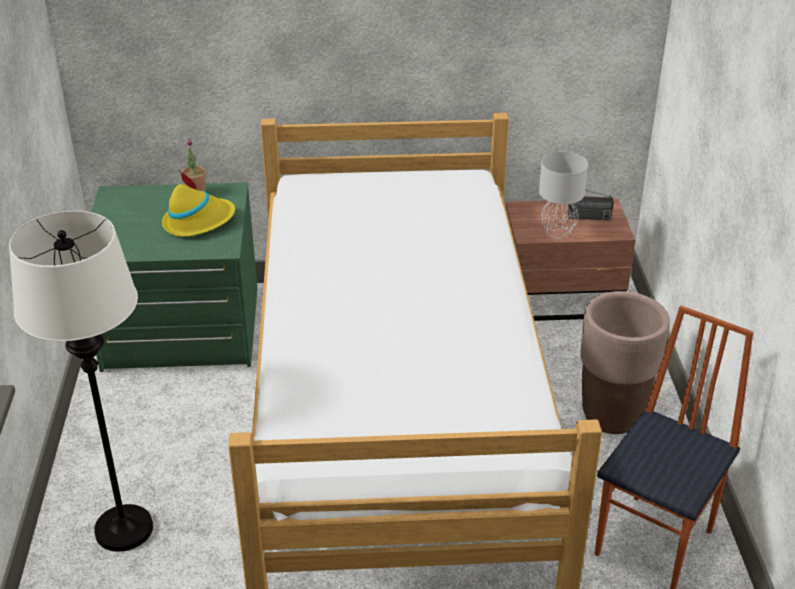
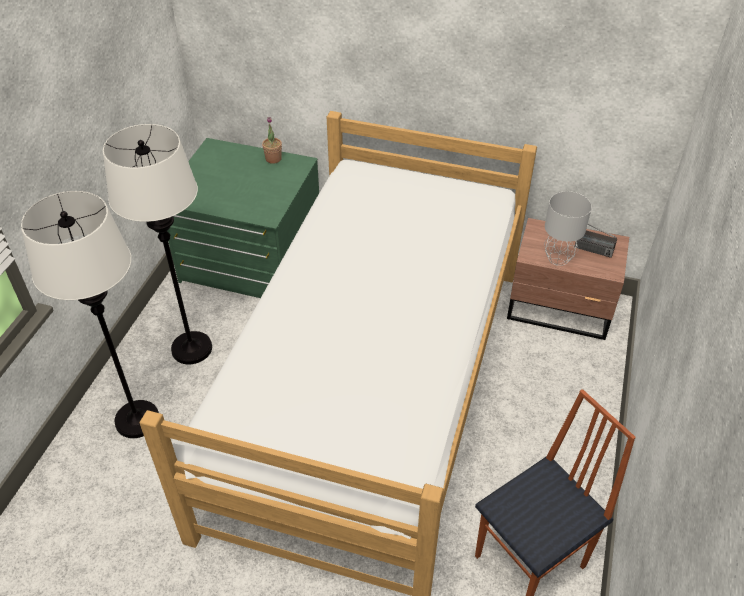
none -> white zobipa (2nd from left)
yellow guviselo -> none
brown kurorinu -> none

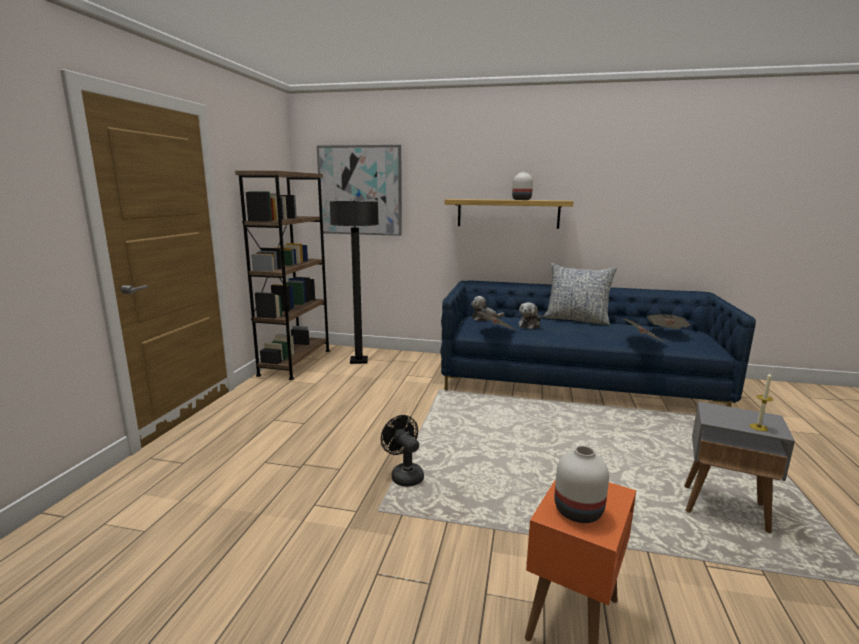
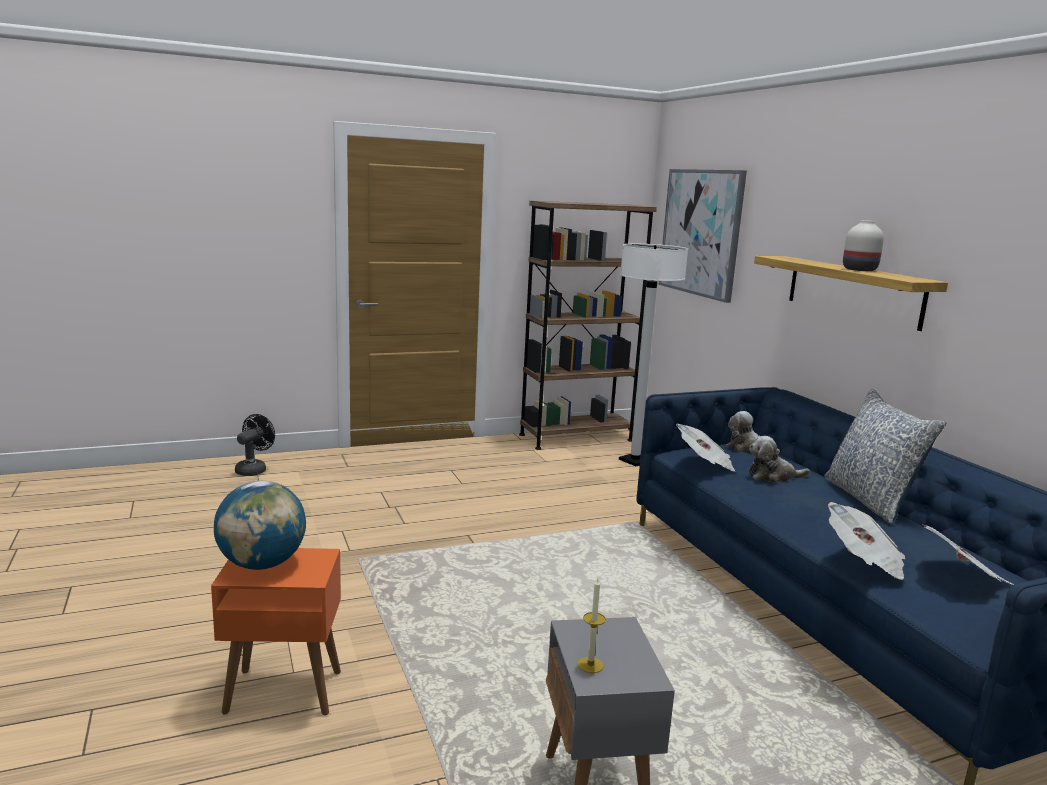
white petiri (2nd from left) -> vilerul
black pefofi, move
black zobipa -> white zobipa

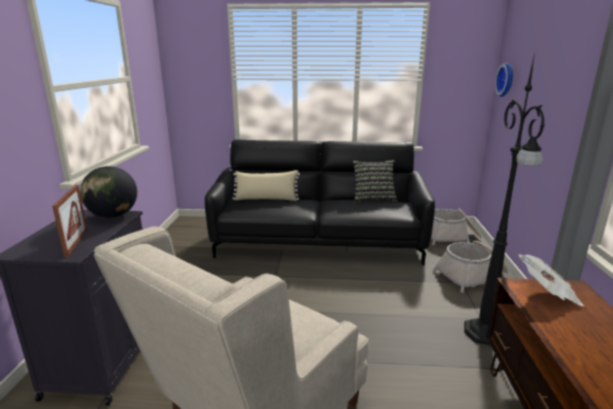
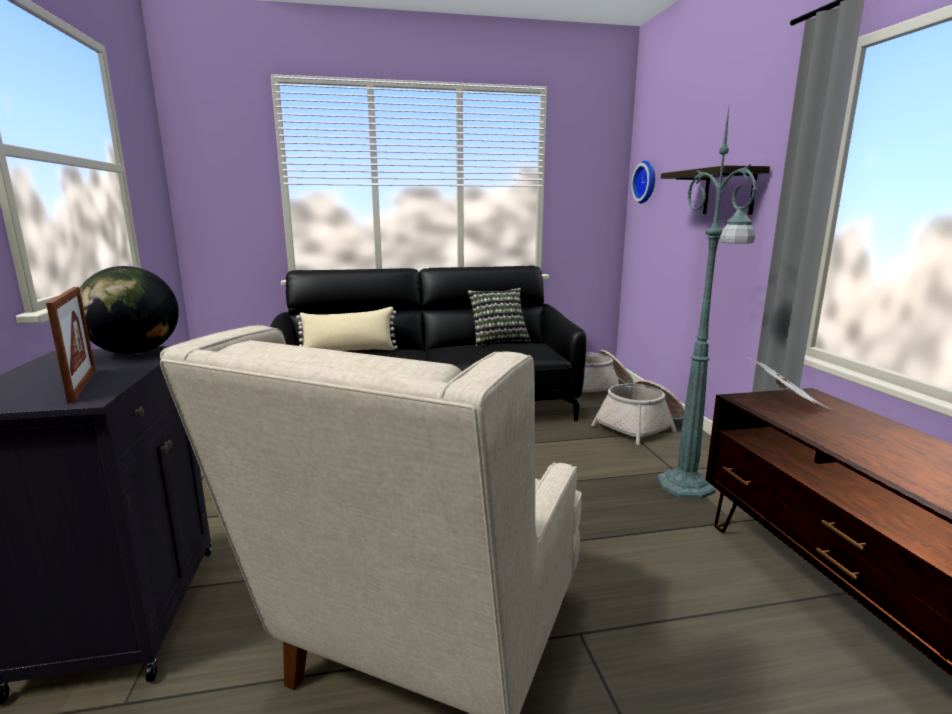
black zobipa -> green zobipa
none -> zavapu

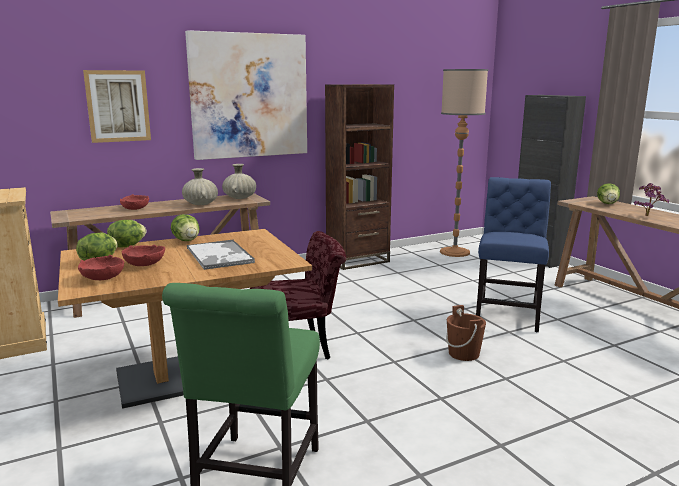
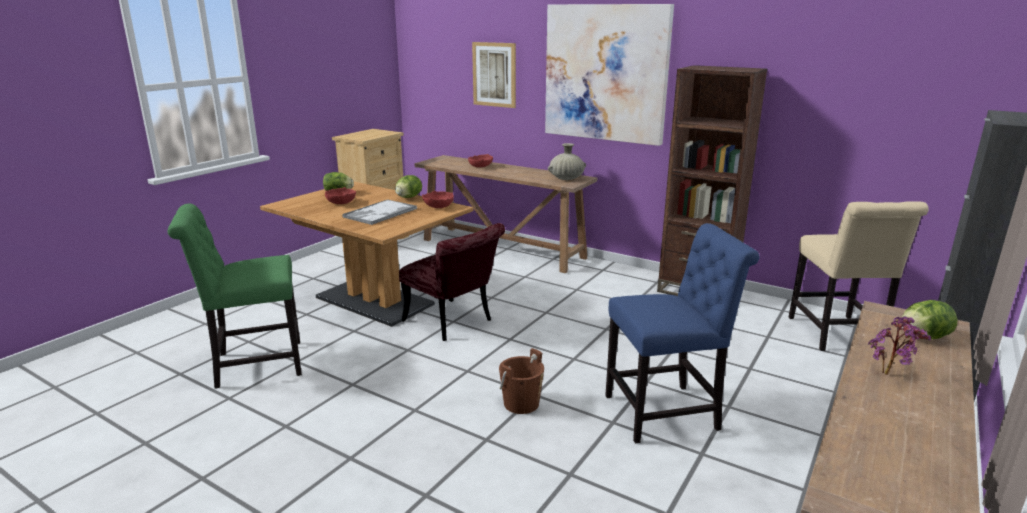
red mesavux (1st from left in the first image) -> red mesavux (2nd from left), move
zobipa -> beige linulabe
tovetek (2nd from left) -> none
beige petiri (1st from left) -> none

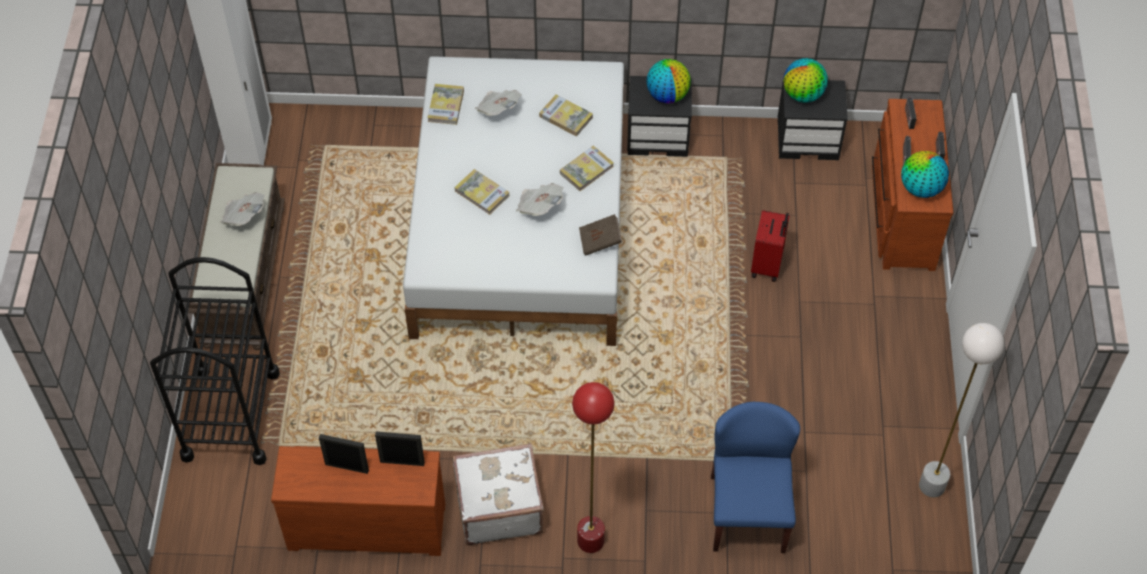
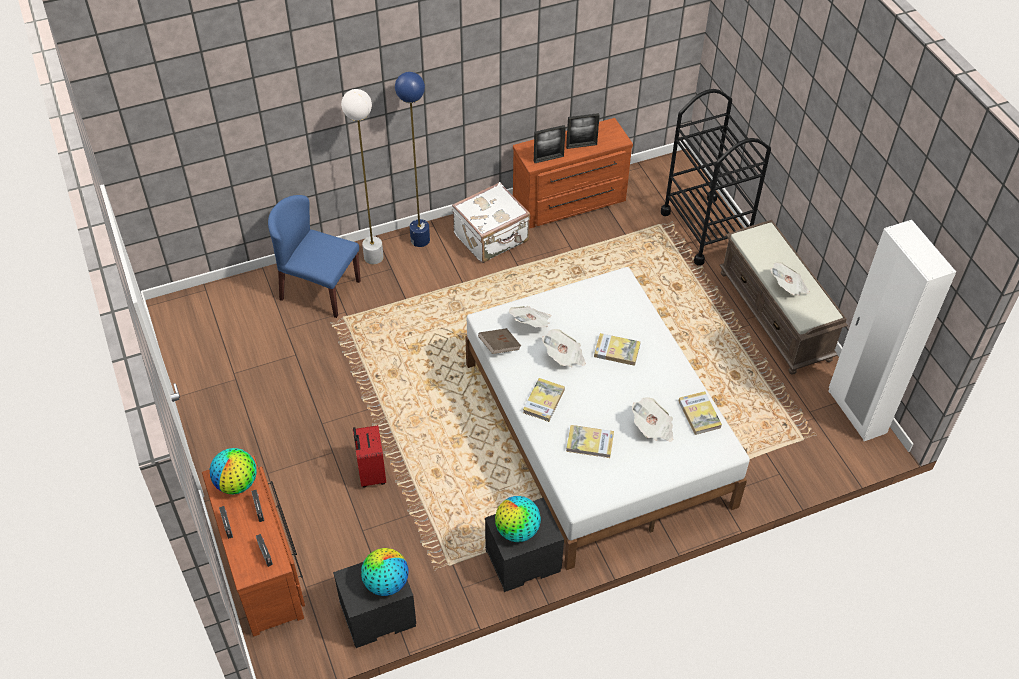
blue linulabe, 135 degrees clockwise
white zobipa, move
red zobipa -> blue zobipa
none -> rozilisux (1st from left)

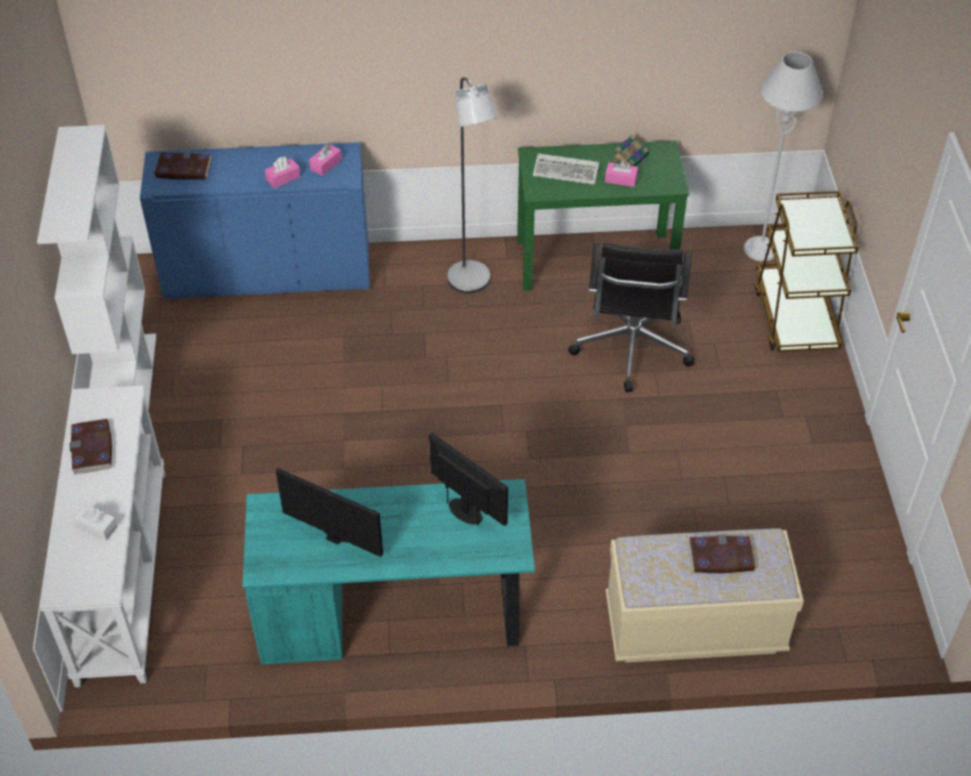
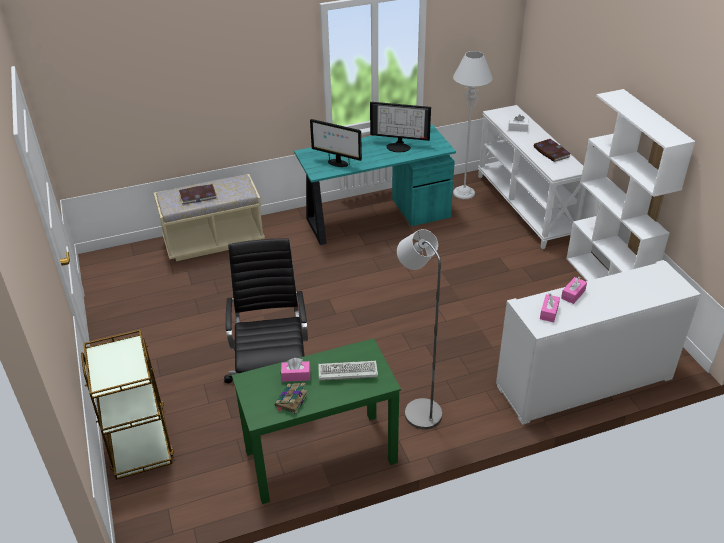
grey zobipa (2nd from left), move
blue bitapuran -> white bitapuran
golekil (2nd from left) -> none

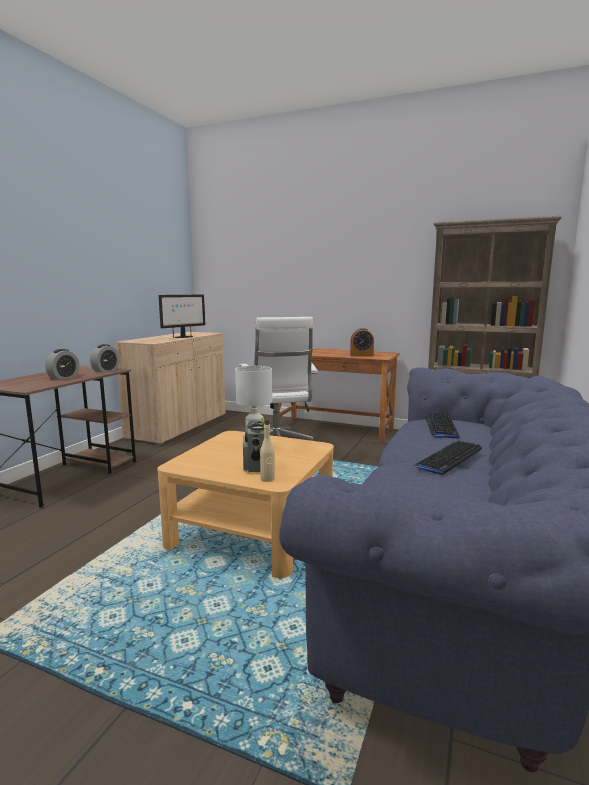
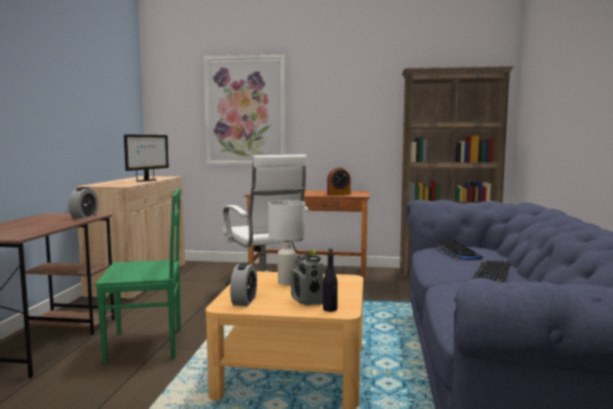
none -> green linulabe
none -> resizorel
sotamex (1st from left in the first image) -> sotamex (2nd from left), move
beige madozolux -> black madozolux

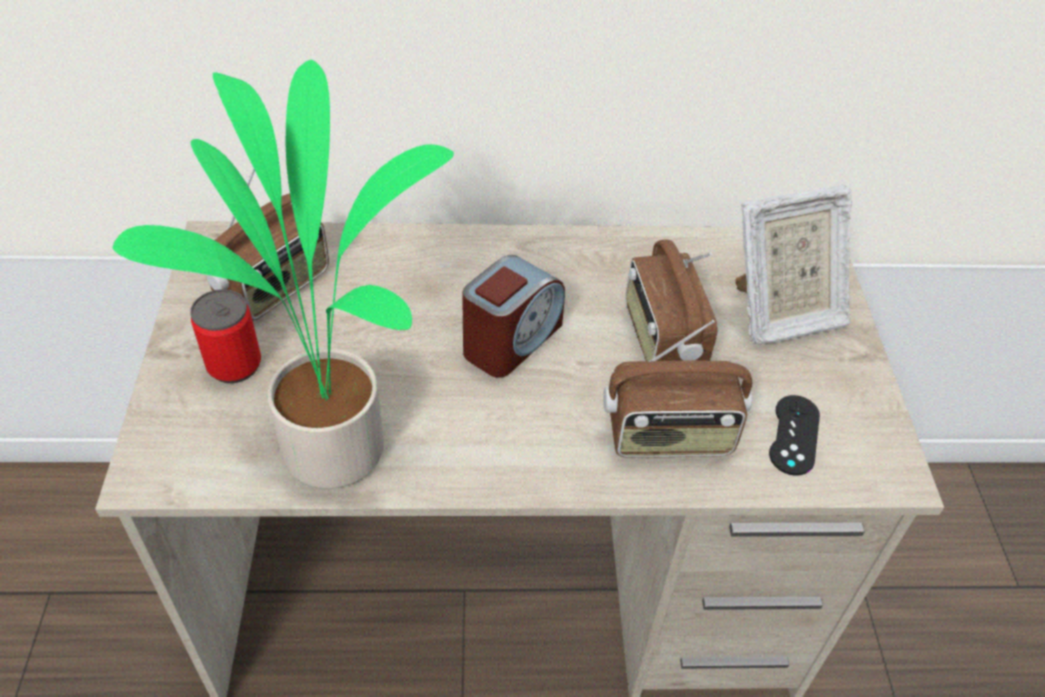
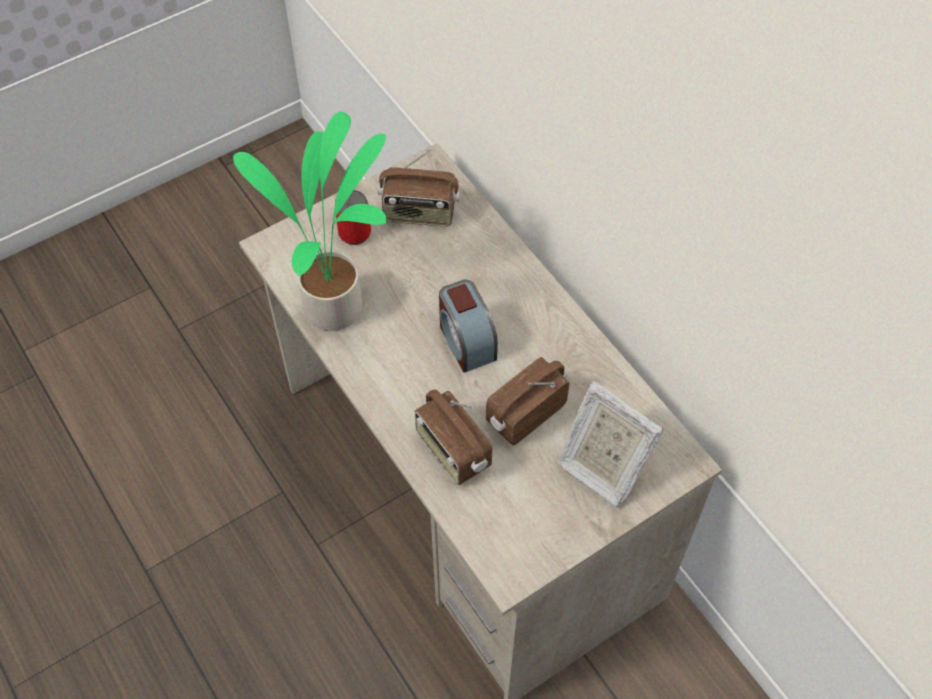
sotamex, 60 degrees clockwise
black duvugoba -> none

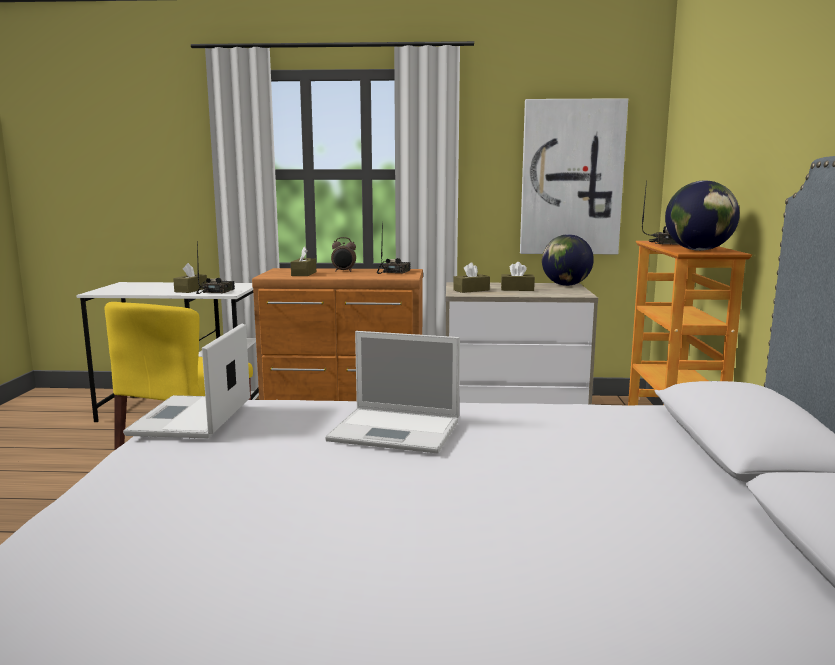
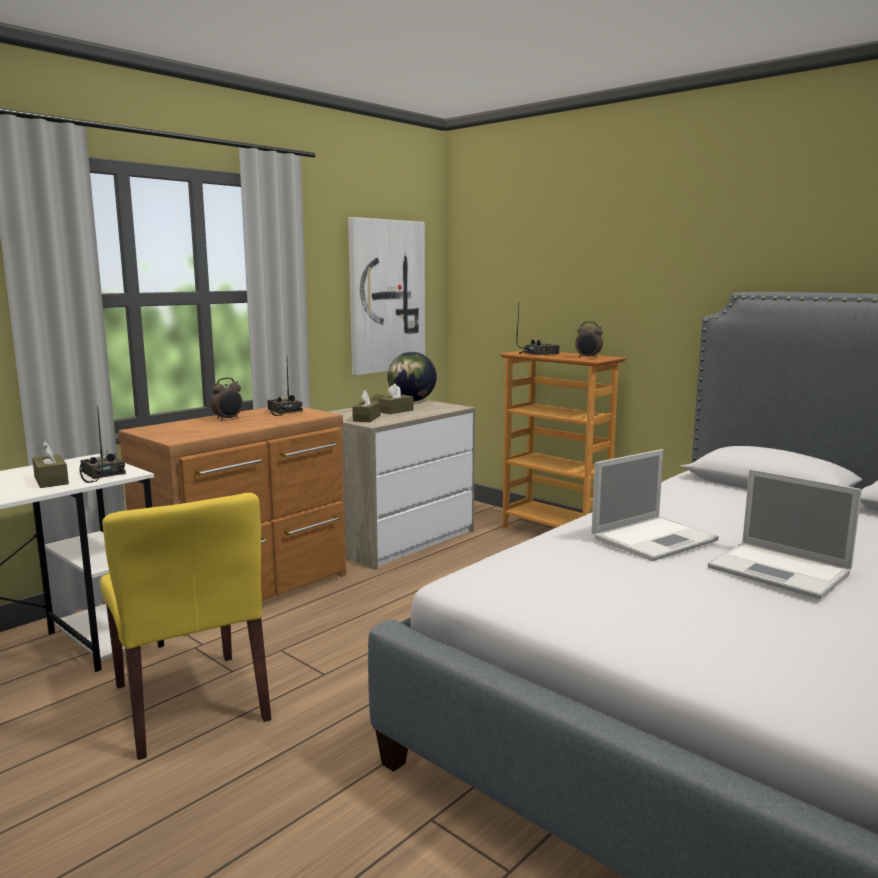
vilerul (2nd from left) -> sotamex (2nd from left)
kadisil (1st from left in the first image) -> kadisil (2nd from left), move
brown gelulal (2nd from left) -> none

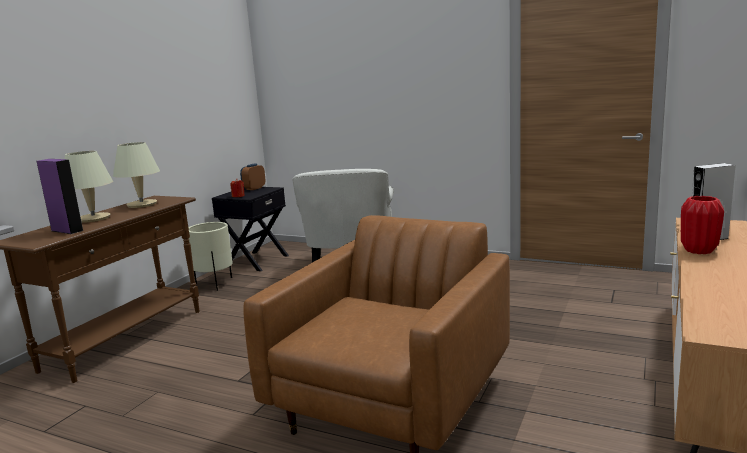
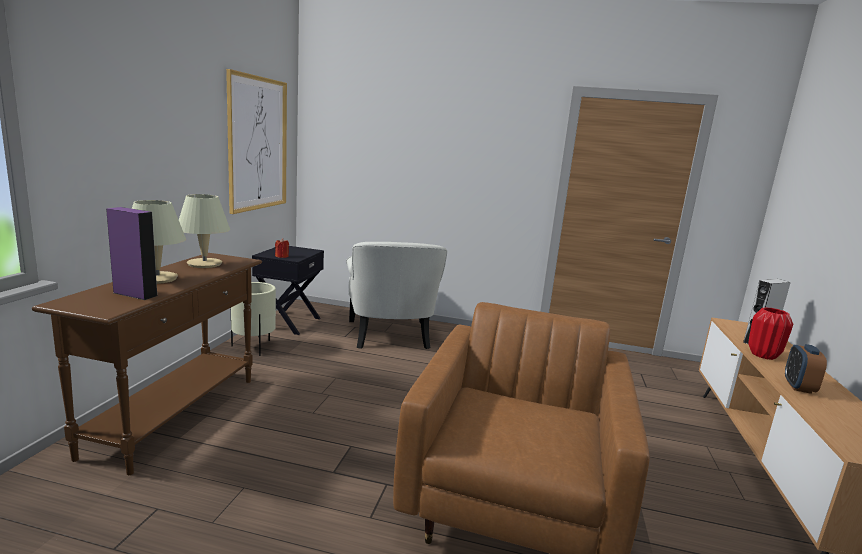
none -> resizorel
sotamex, move

